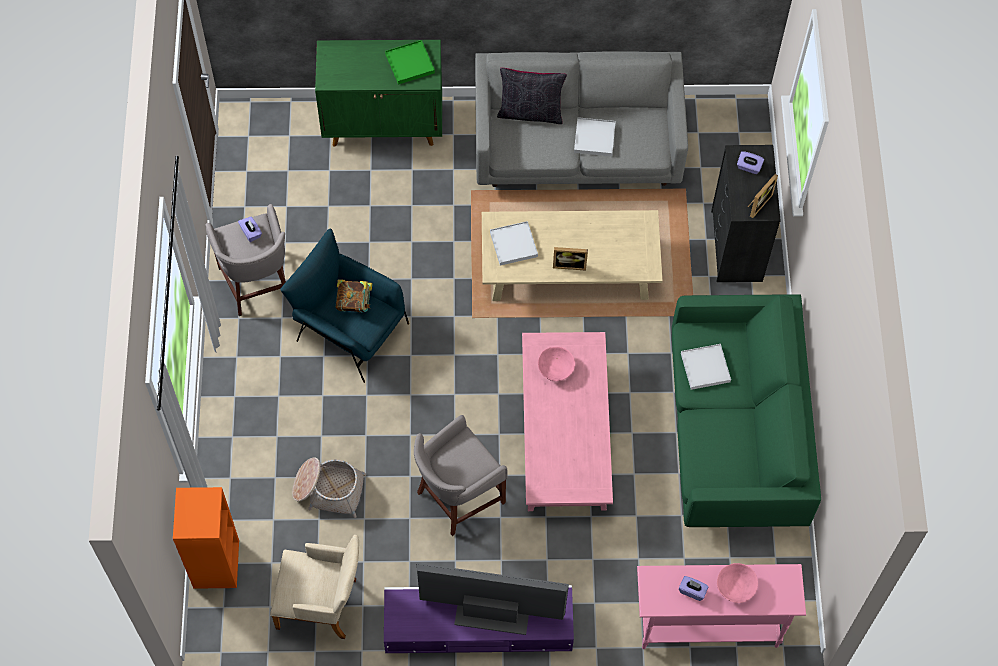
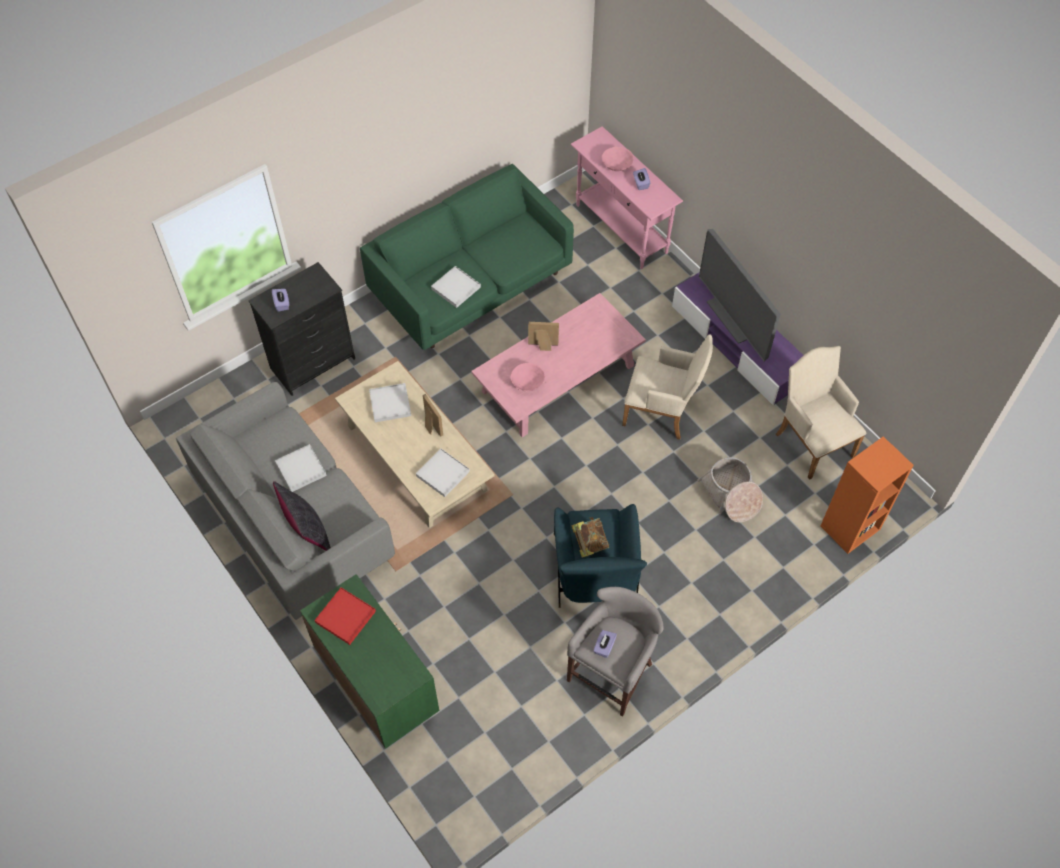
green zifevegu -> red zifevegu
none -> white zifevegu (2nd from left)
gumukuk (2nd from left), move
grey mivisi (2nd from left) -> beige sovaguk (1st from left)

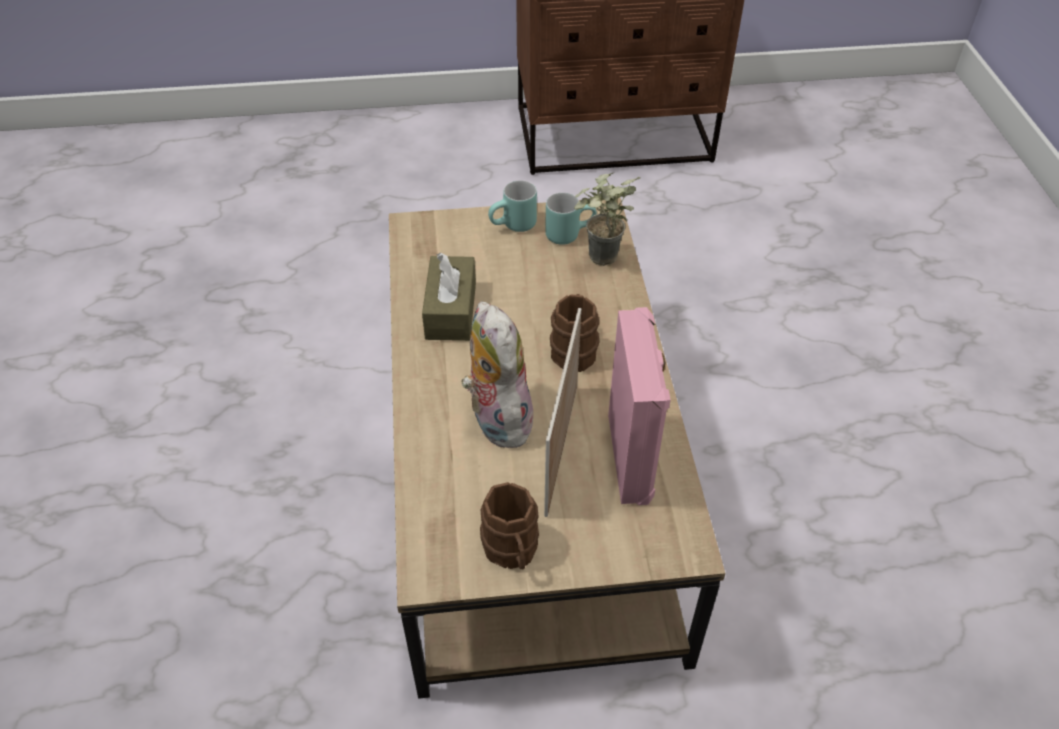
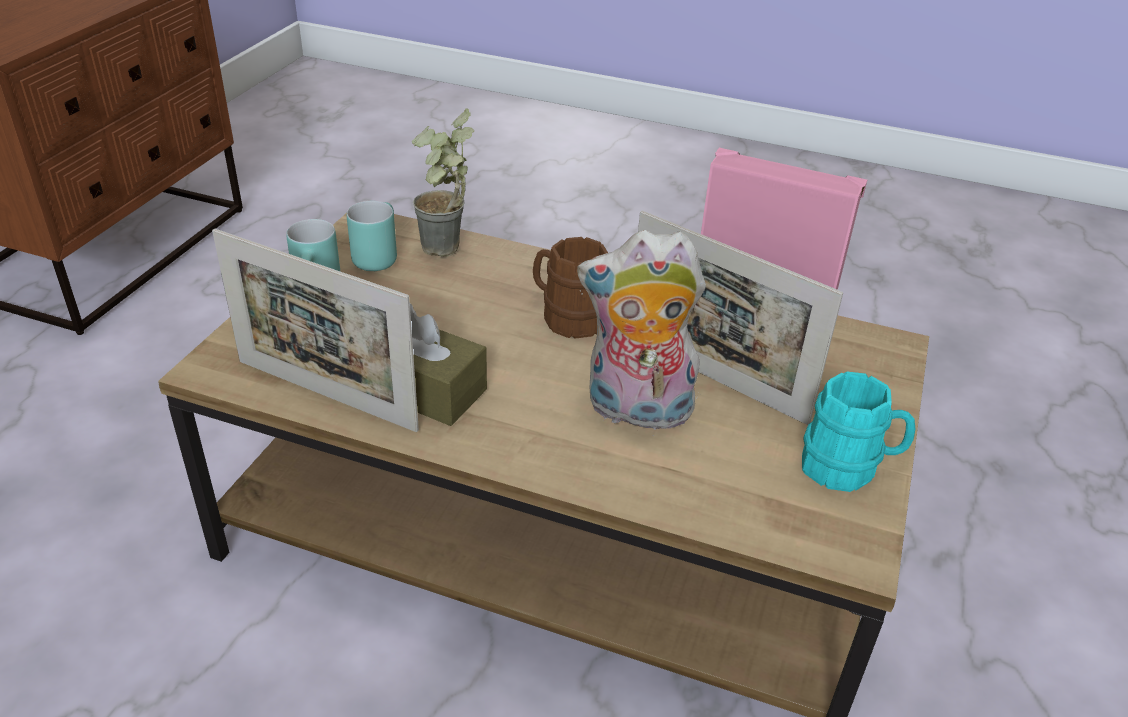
none -> gumukuk (1st from left)
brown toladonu (1st from left) -> turquoise toladonu (3rd from left)

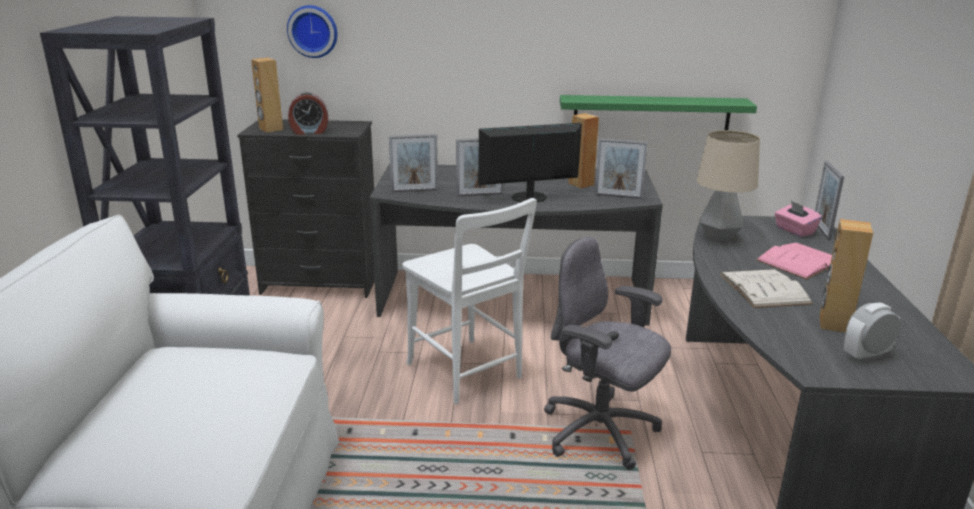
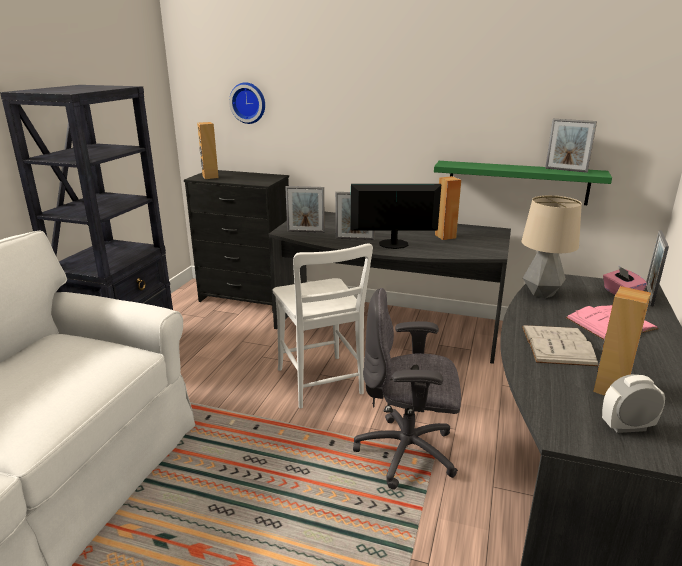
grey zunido, 45 degrees counterclockwise
gumukuk (3rd from left), move
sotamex (1st from left) -> none

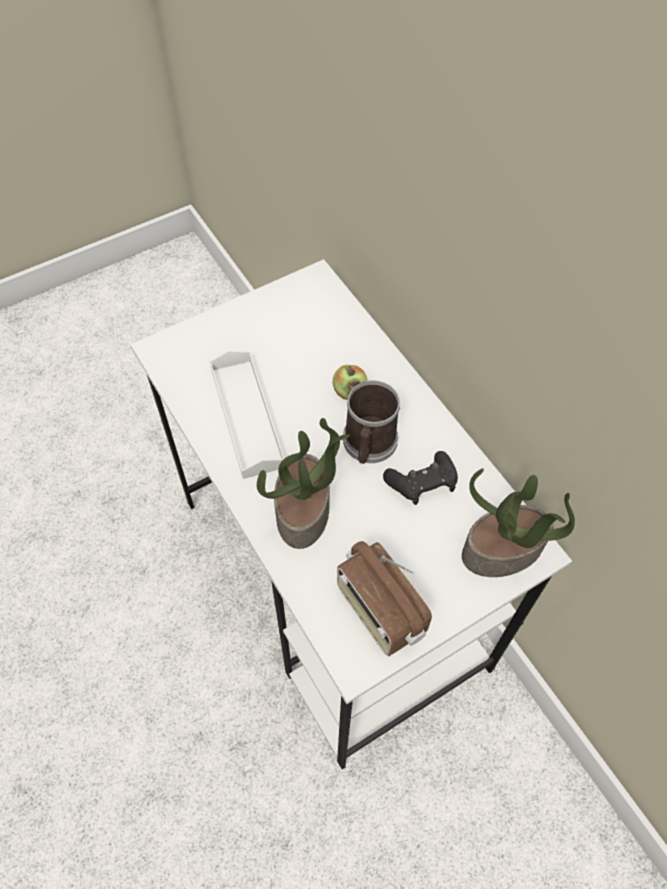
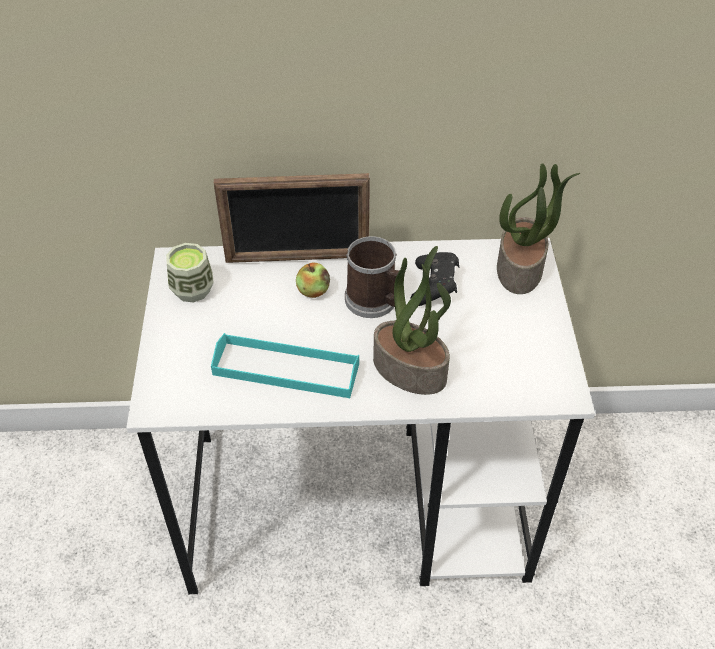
none -> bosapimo
white zifevegu -> turquoise zifevegu
none -> gumukuk
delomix -> none

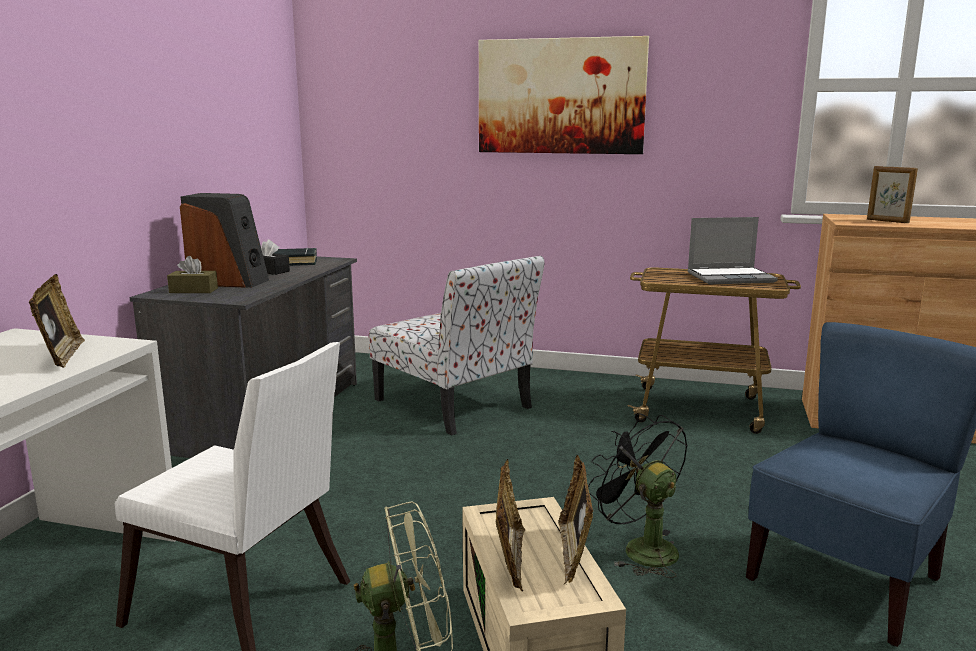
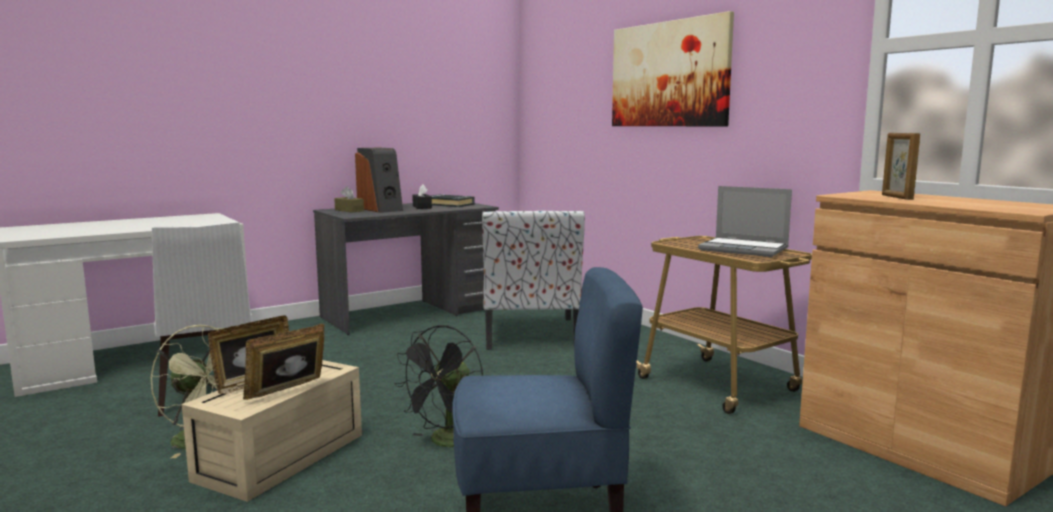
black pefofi, 150 degrees counterclockwise
gumukuk (1st from left) -> none

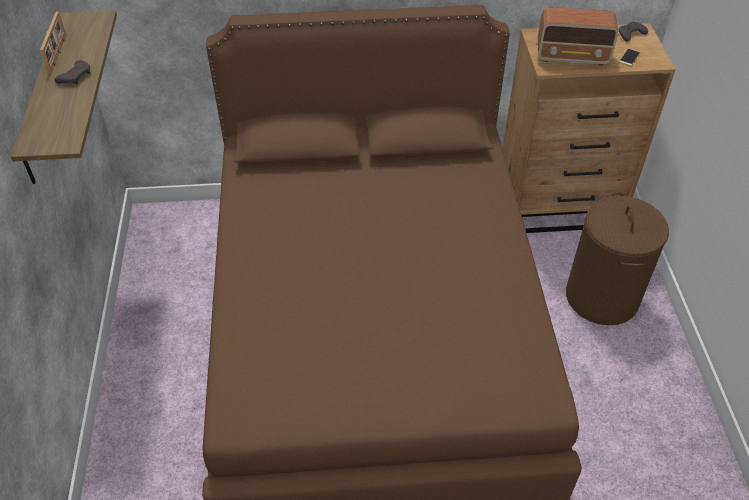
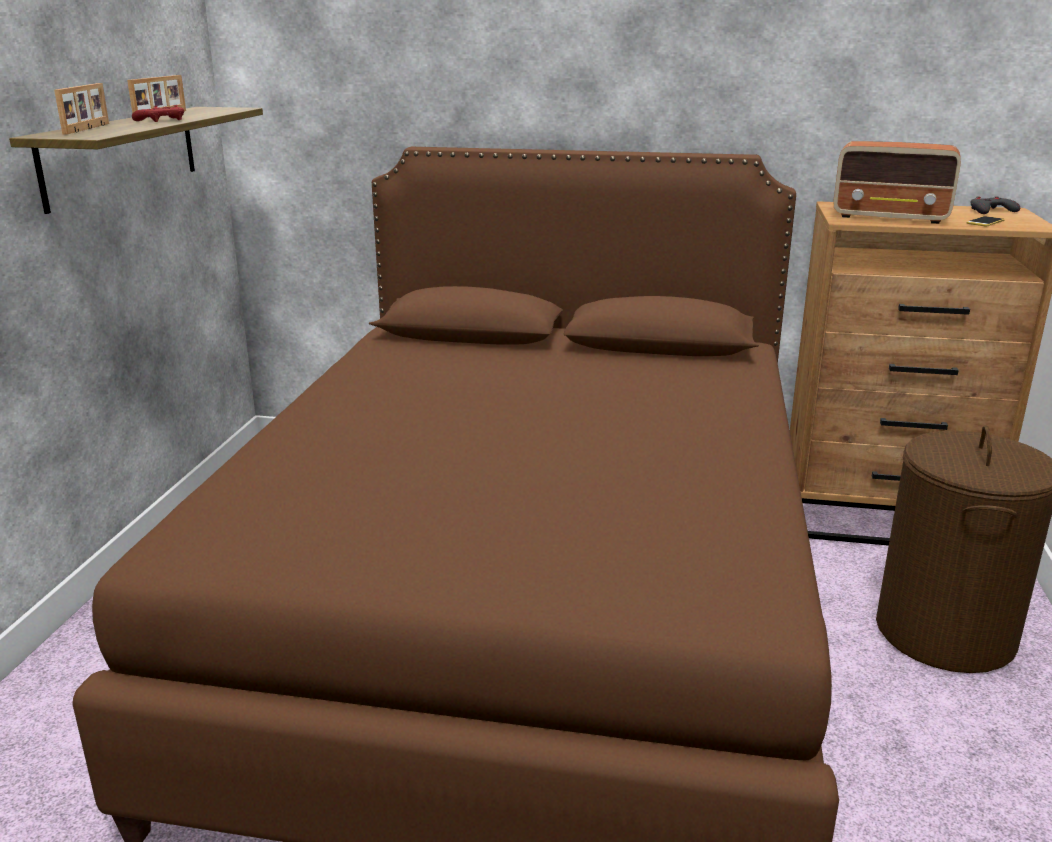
none -> gumukuk (1st from left)
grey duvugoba (1st from left) -> red duvugoba

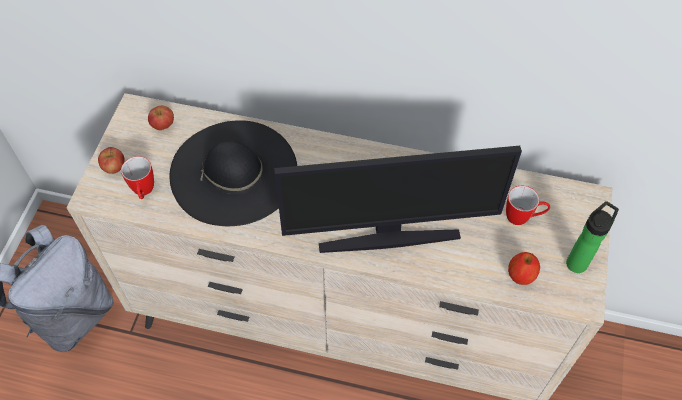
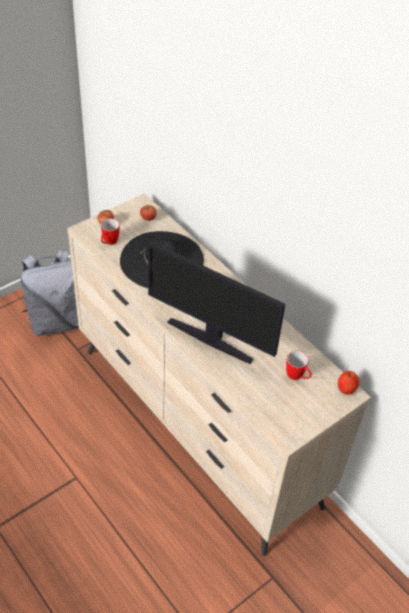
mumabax (3rd from left), move
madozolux -> none

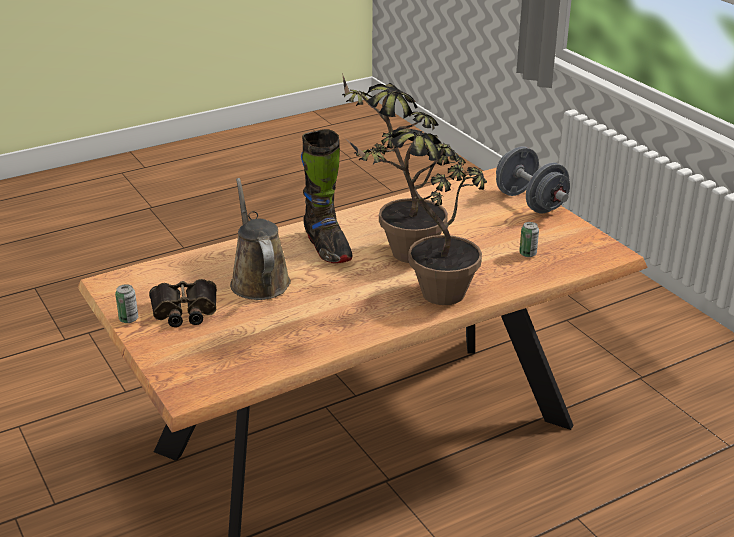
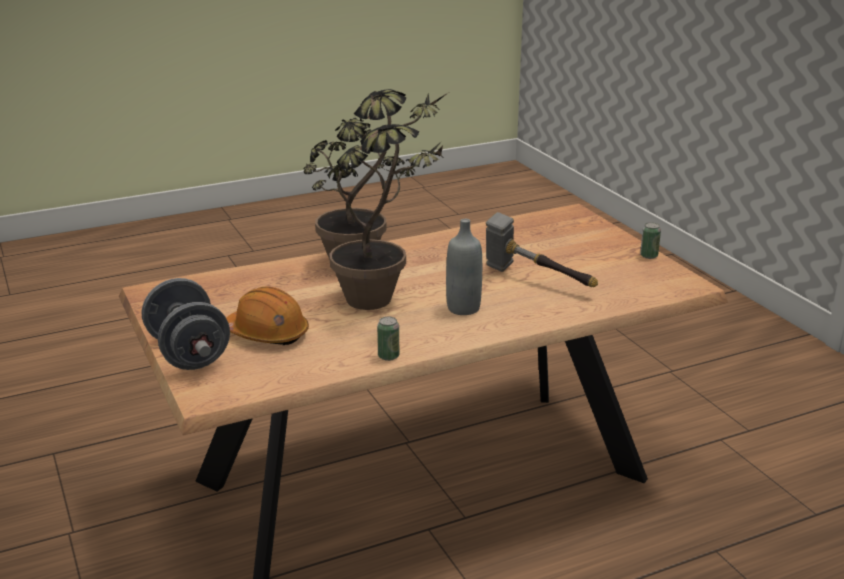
none -> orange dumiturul
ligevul (2nd from left in the first image) -> ligevul (1st from left), move
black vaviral -> grey madozolux
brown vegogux -> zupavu
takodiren -> none

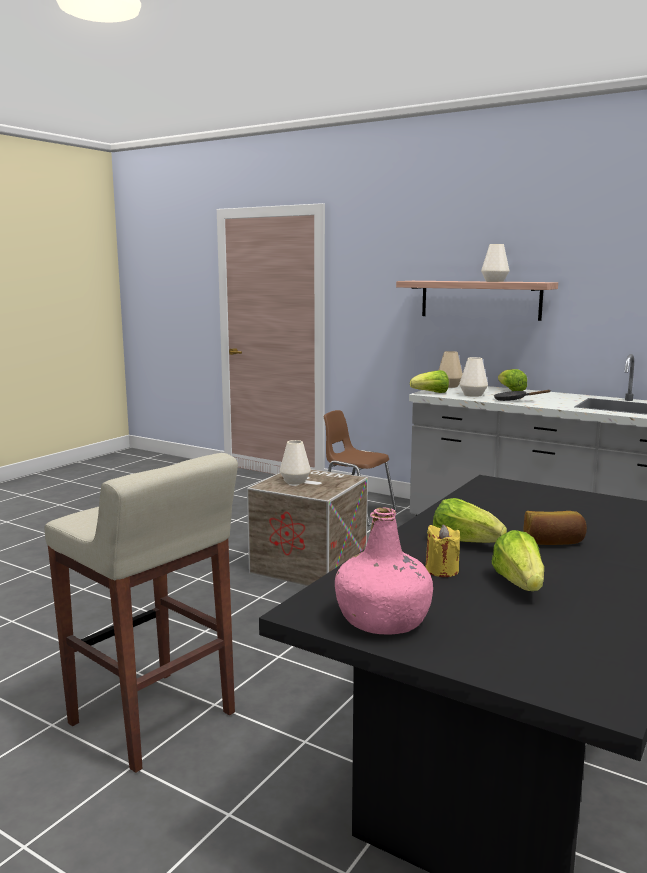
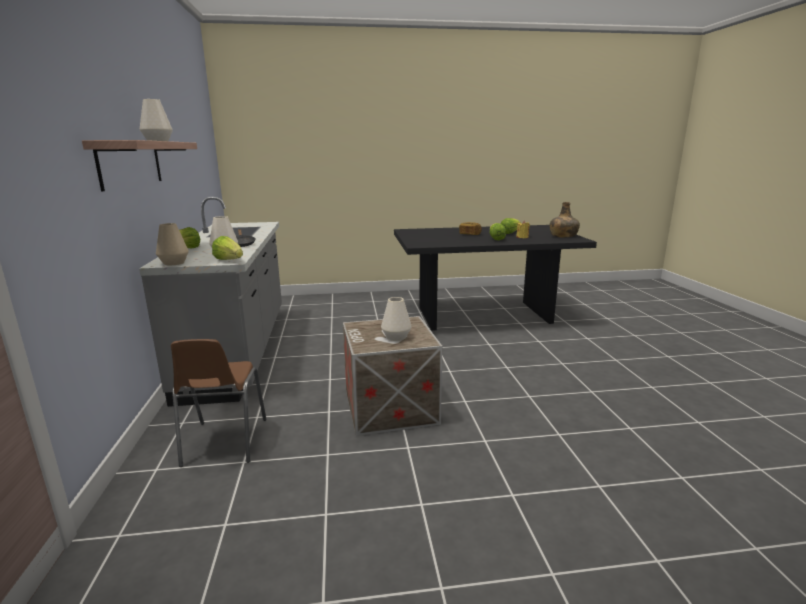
pink madozolux -> green madozolux
beige mivisi -> none

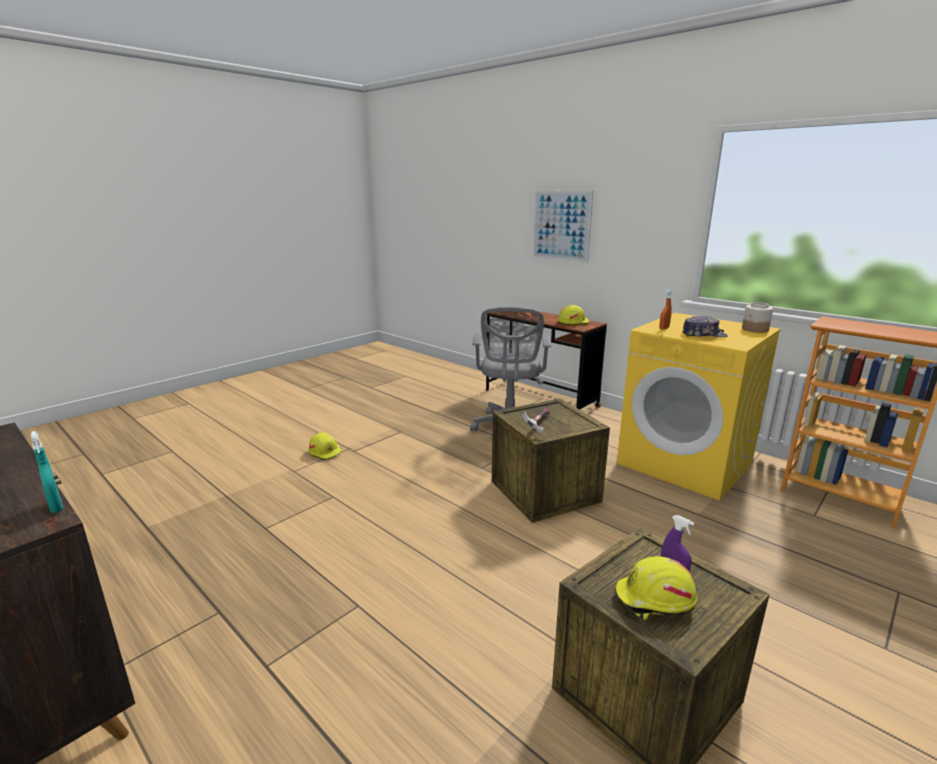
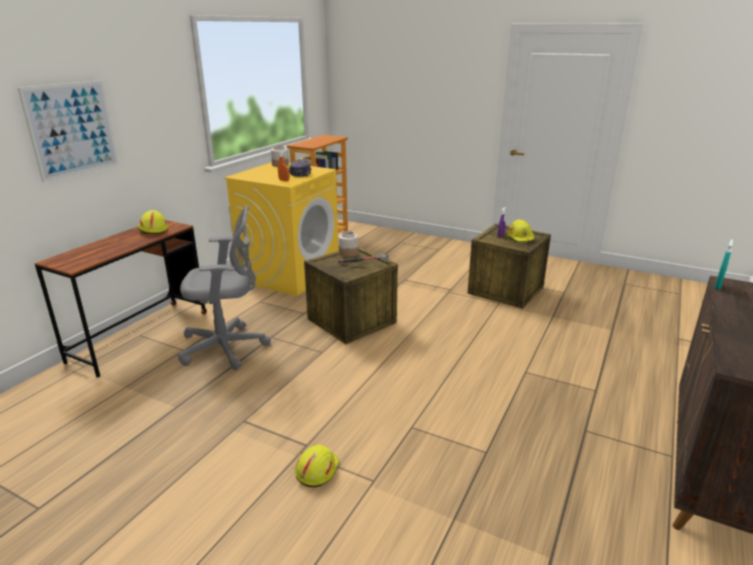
none -> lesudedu (2nd from left)

